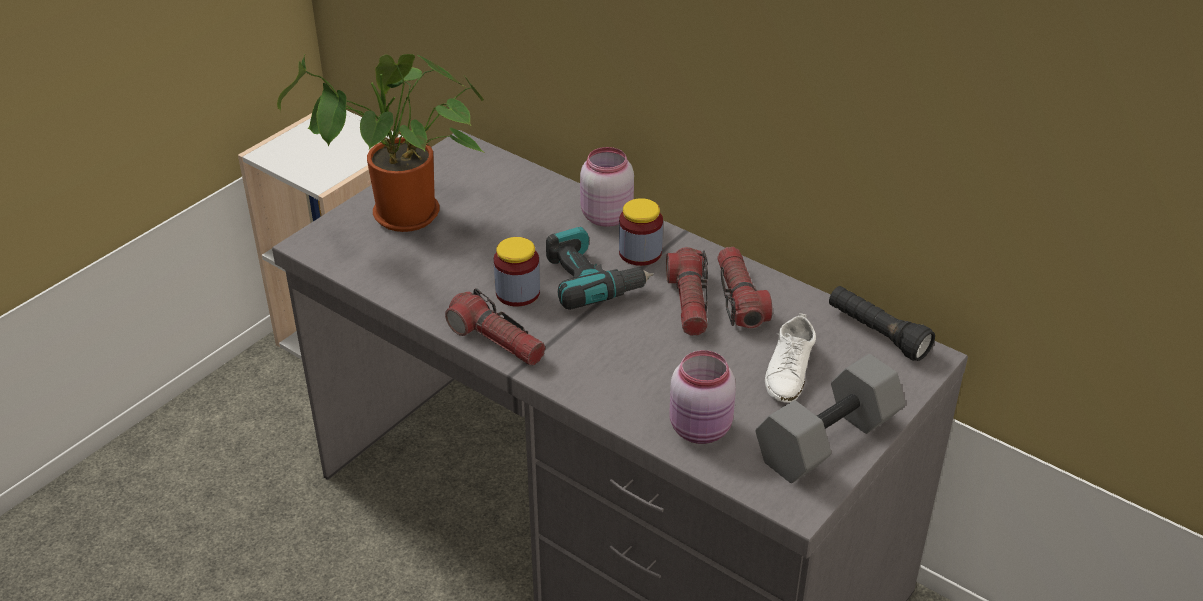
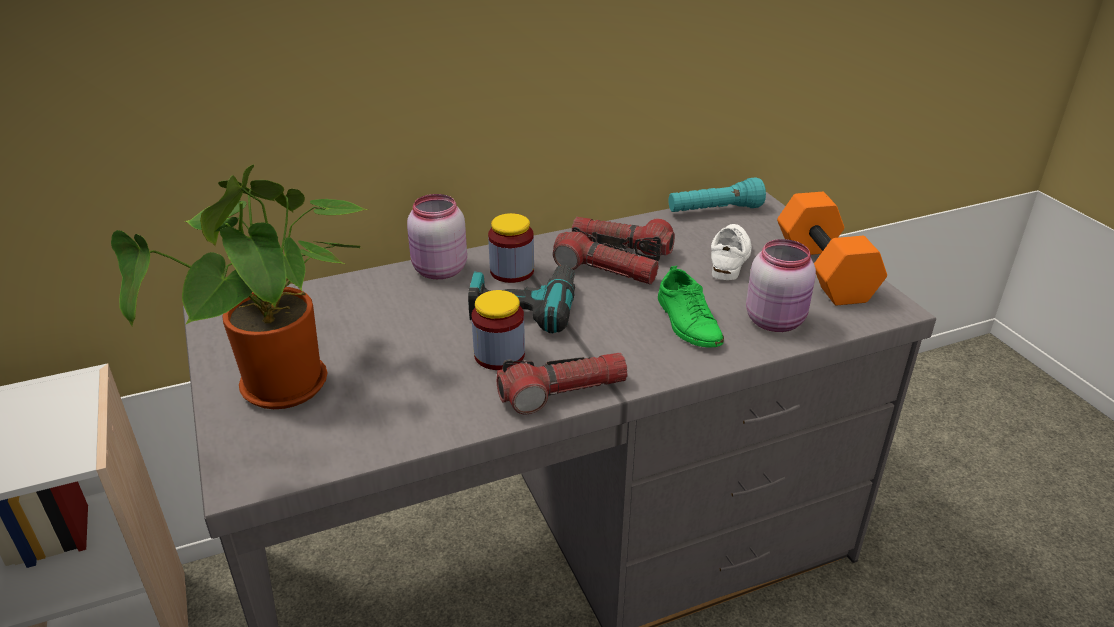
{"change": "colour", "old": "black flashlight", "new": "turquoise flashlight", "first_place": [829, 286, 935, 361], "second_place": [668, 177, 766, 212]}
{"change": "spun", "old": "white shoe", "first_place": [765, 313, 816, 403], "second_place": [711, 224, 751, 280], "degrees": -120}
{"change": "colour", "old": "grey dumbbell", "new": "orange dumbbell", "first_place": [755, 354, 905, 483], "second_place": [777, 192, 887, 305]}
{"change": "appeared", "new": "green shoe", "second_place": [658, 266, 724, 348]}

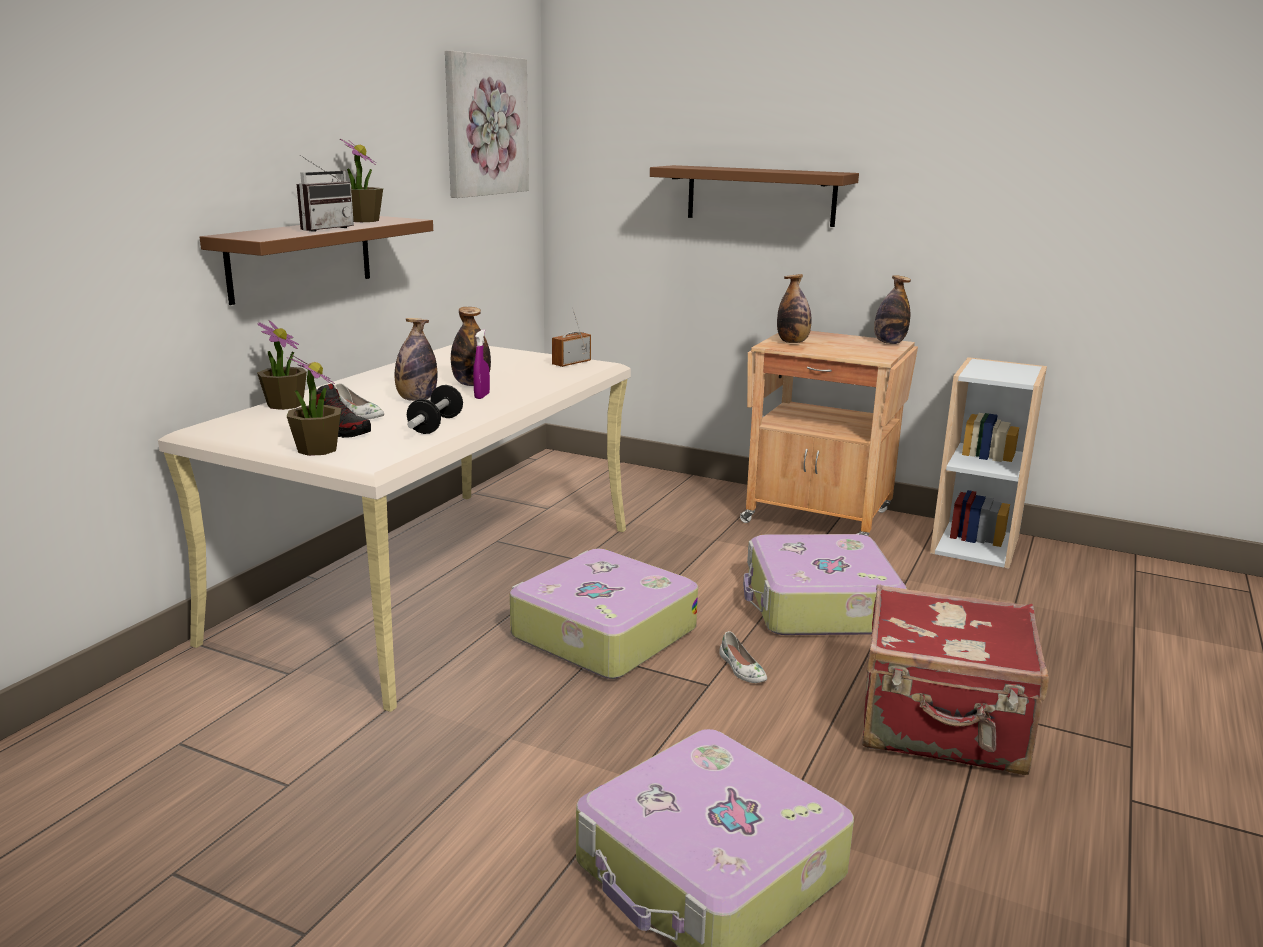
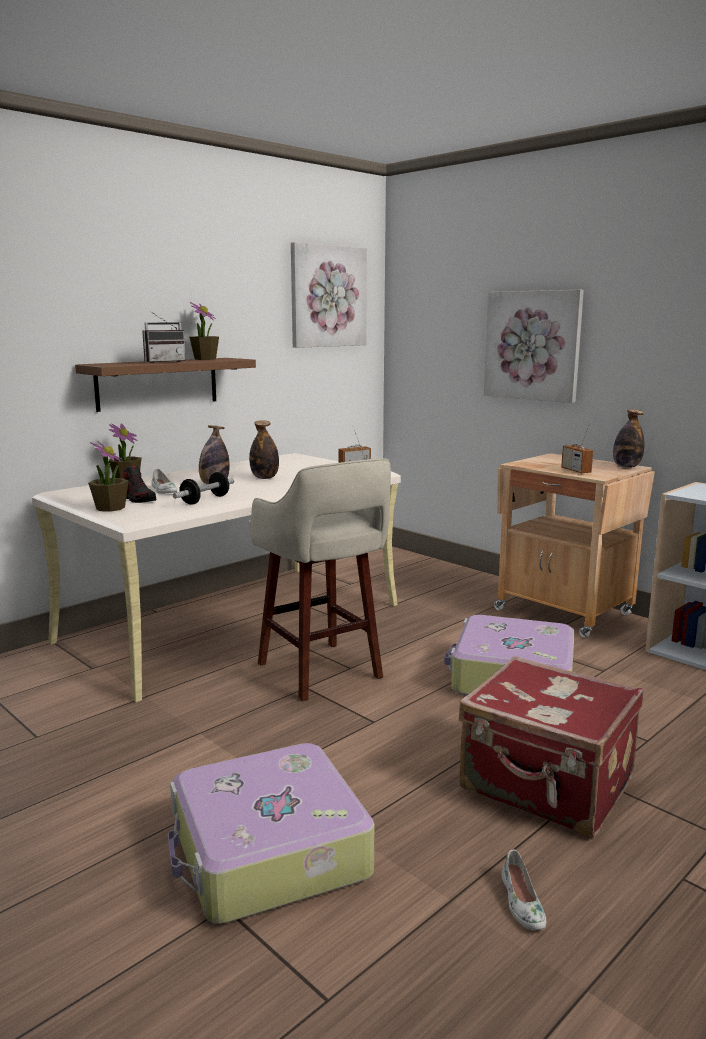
{"change": "exchanged", "old": "brown shelf", "new": "picture", "first_place": [650, 165, 859, 227], "second_place": [484, 290, 584, 403]}
{"change": "missing", "old": "bottle", "first_place": [777, 274, 812, 343]}
{"change": "missing", "old": "purple spray bottle", "first_place": [473, 330, 490, 399]}
{"change": "exchanged", "old": "suitcase", "new": "beige stool", "first_place": [510, 549, 698, 679], "second_place": [249, 458, 391, 701]}
{"change": "relocated", "old": "white shoe", "first_place": [719, 631, 767, 683], "second_place": [502, 850, 546, 930]}
{"change": "appeared", "new": "radio", "second_place": [561, 423, 593, 474]}

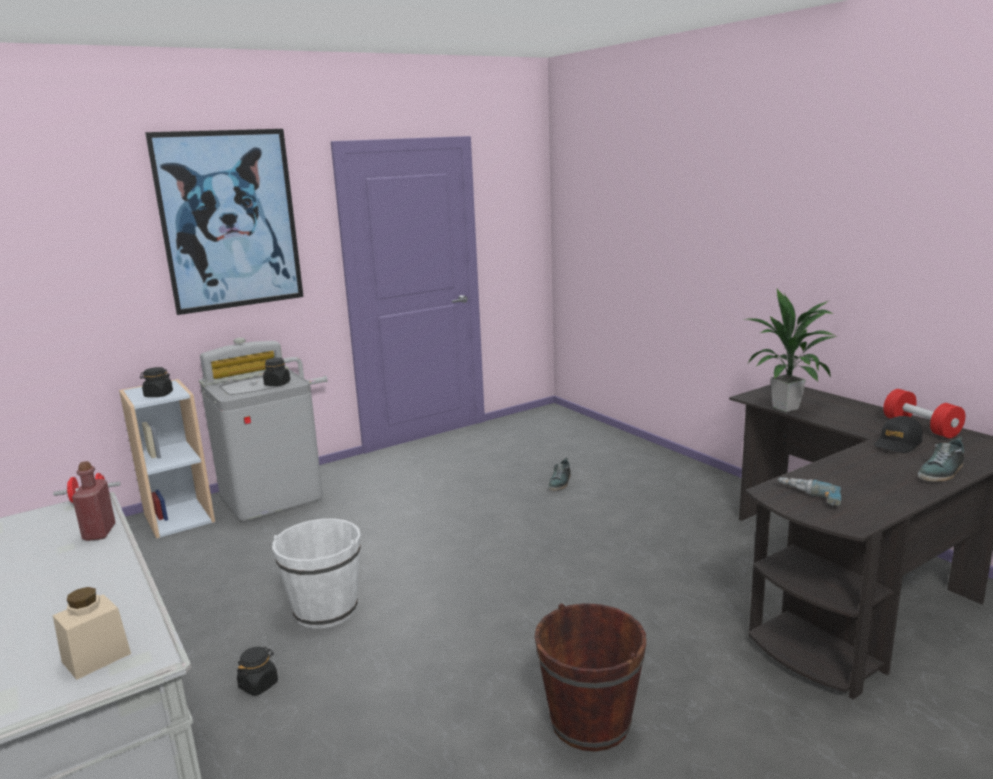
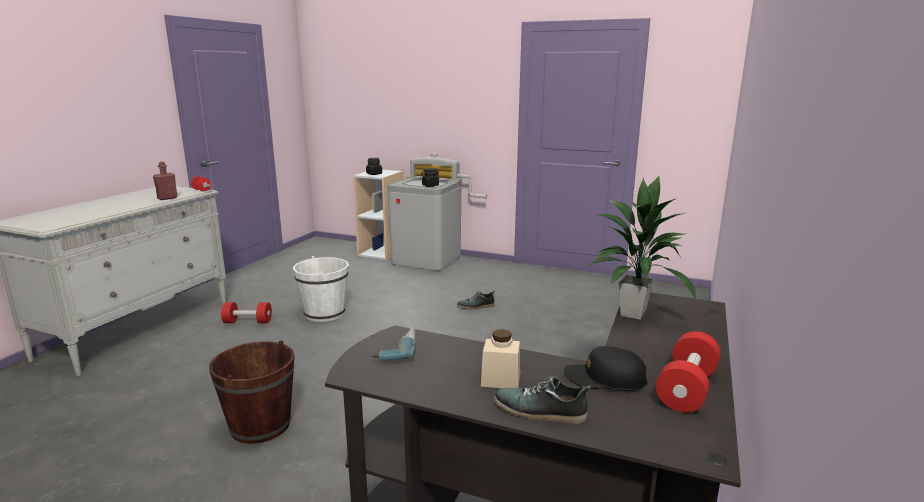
{"change": "missing", "old": "picture", "first_place": [145, 129, 304, 315]}
{"change": "relocated", "old": "shoe", "first_place": [548, 457, 571, 491], "second_place": [457, 291, 495, 310]}
{"change": "relocated", "old": "beige jar", "first_place": [53, 587, 131, 680], "second_place": [481, 329, 520, 388]}
{"change": "exchanged", "old": "black jar", "new": "red dumbbell", "first_place": [237, 647, 278, 696], "second_place": [221, 302, 272, 323]}

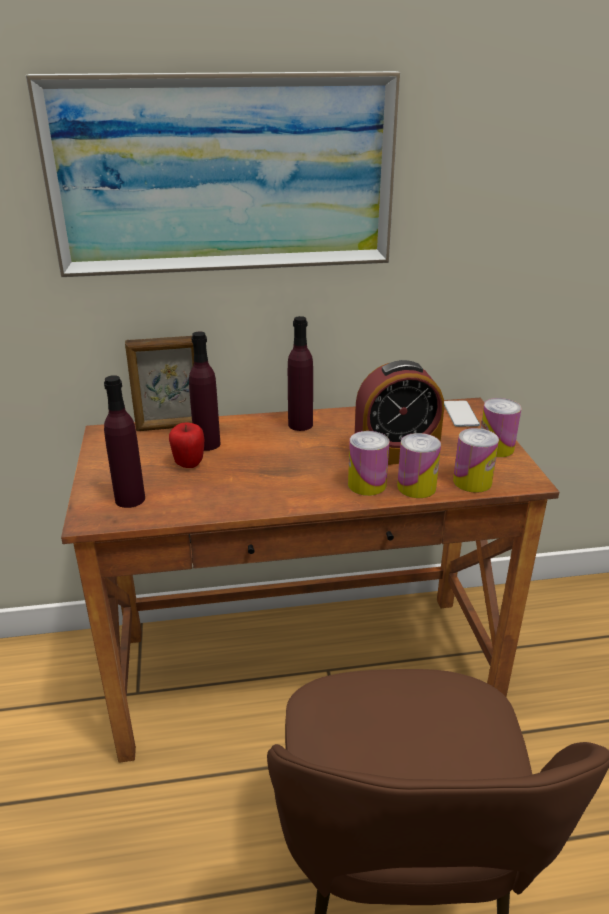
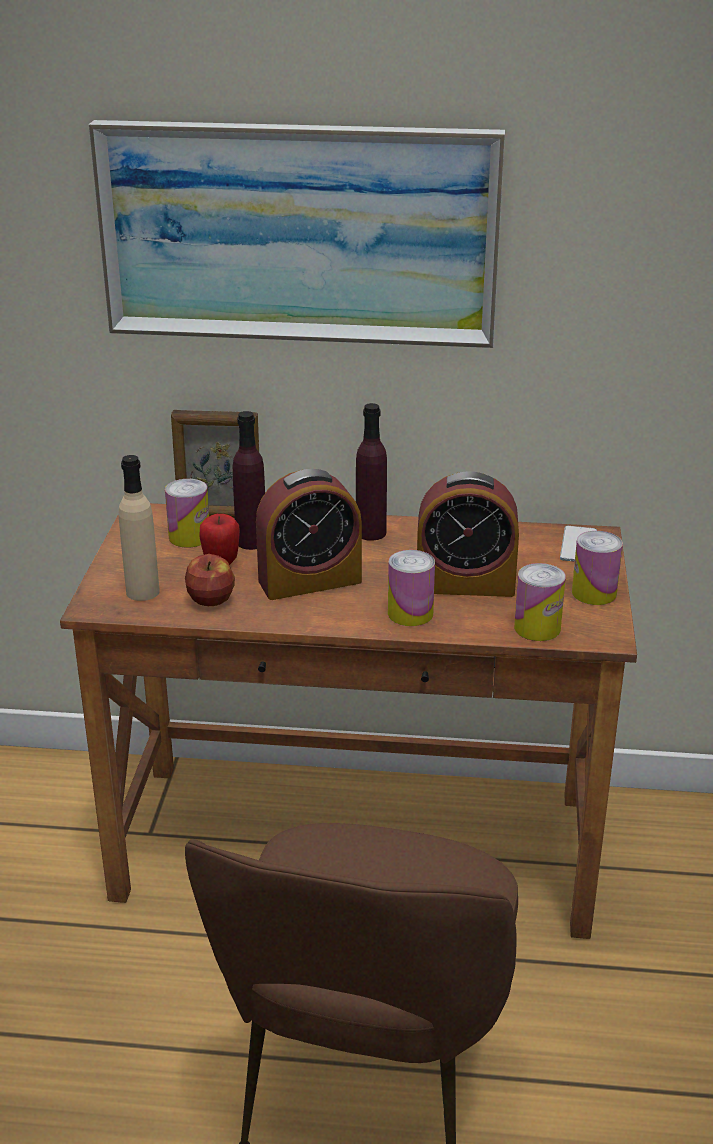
{"change": "colour", "old": "purple bottle", "new": "beige bottle", "first_place": [104, 375, 145, 508], "second_place": [119, 455, 160, 601]}
{"change": "relocated", "old": "can", "first_place": [397, 433, 441, 498], "second_place": [165, 479, 209, 548]}
{"change": "appeared", "new": "alarm clock", "second_place": [256, 469, 362, 600]}
{"change": "appeared", "new": "apple", "second_place": [185, 554, 235, 606]}

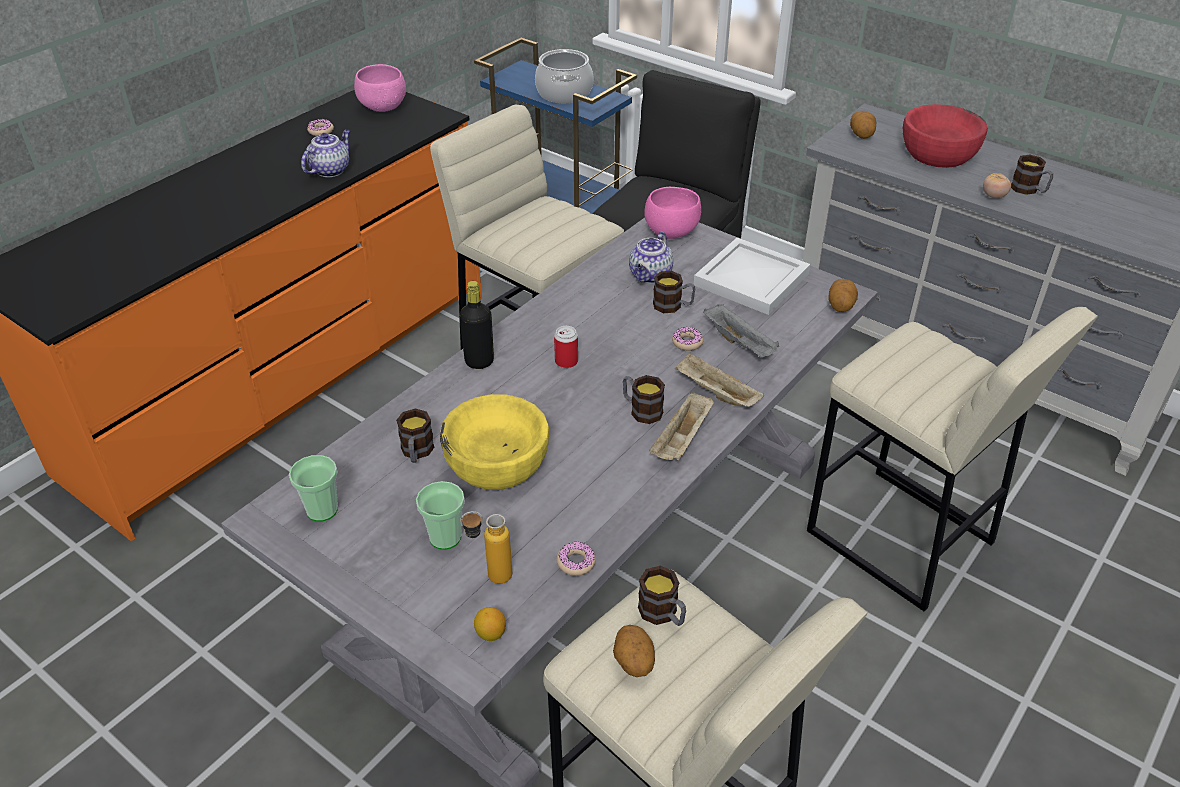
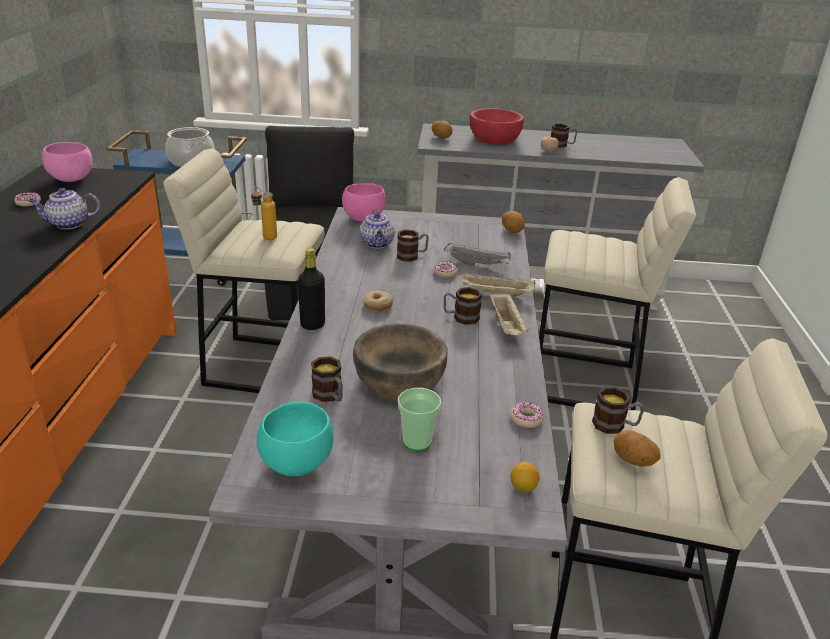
{"change": "spun", "old": "teapot", "first_place": [301, 130, 350, 177], "second_place": [28, 188, 100, 229], "degrees": -105}
{"change": "missing", "old": "white tray", "first_place": [694, 238, 810, 315]}
{"change": "exchanged", "old": "can", "new": "donut", "first_place": [554, 326, 578, 368], "second_place": [363, 291, 393, 313]}
{"change": "colour", "old": "yellow bowl", "new": "brown bowl", "first_place": [440, 394, 549, 490], "second_place": [353, 323, 448, 401]}
{"change": "exchanged", "old": "cup", "new": "turquoise bowl", "first_place": [289, 455, 338, 522], "second_place": [257, 402, 334, 476]}
{"change": "relocated", "old": "bottle", "first_place": [460, 511, 512, 584], "second_place": [251, 187, 277, 240]}

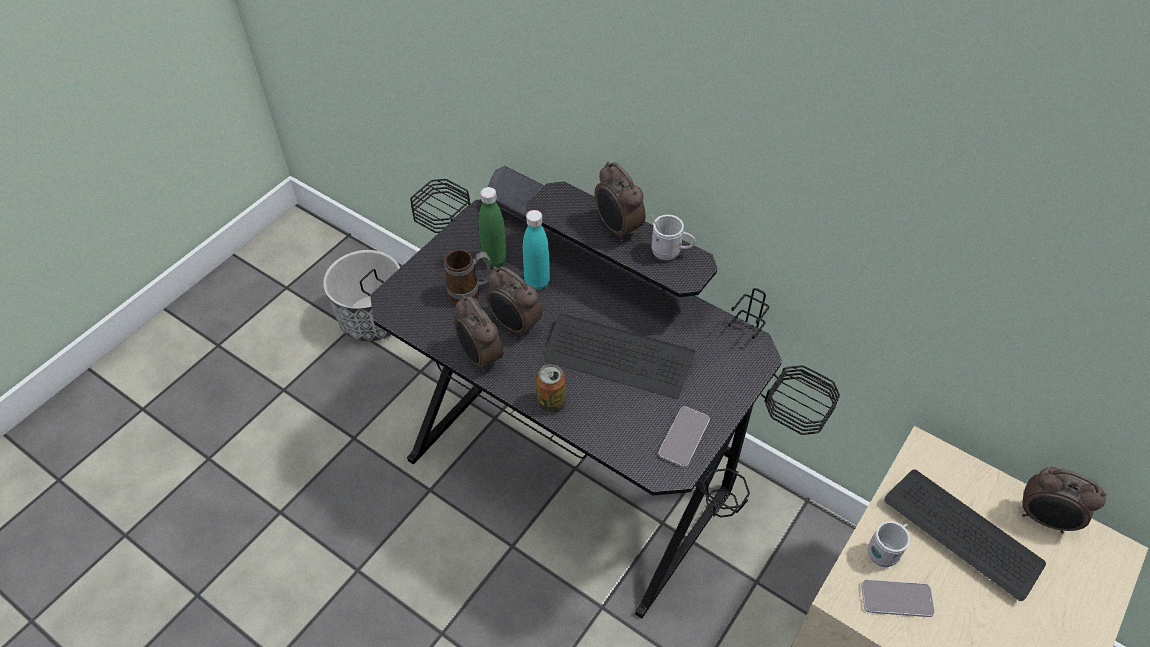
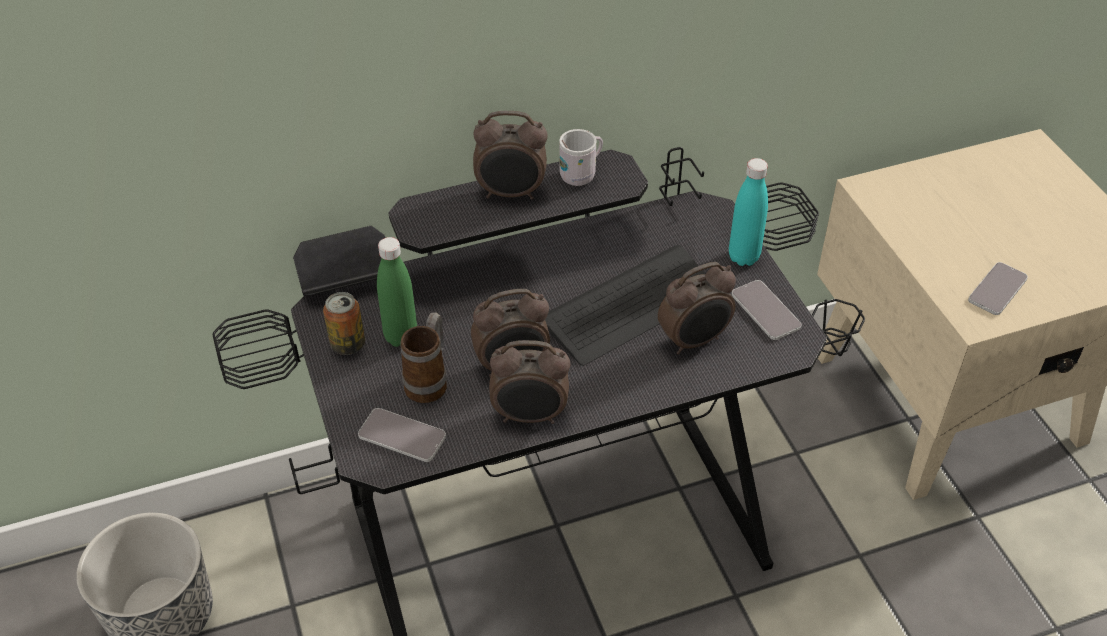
{"change": "relocated", "old": "turquoise bottle", "first_place": [523, 210, 550, 290], "second_place": [729, 158, 768, 266]}
{"change": "relocated", "old": "can", "first_place": [536, 364, 566, 413], "second_place": [323, 292, 365, 355]}
{"change": "relocated", "old": "alarm clock", "first_place": [1022, 467, 1106, 534], "second_place": [658, 262, 736, 355]}
{"change": "missing", "old": "keyboard", "first_place": [884, 469, 1046, 601]}
{"change": "missing", "old": "white mug", "first_place": [868, 521, 910, 567]}
{"change": "appeared", "new": "phone", "second_place": [358, 408, 446, 462]}

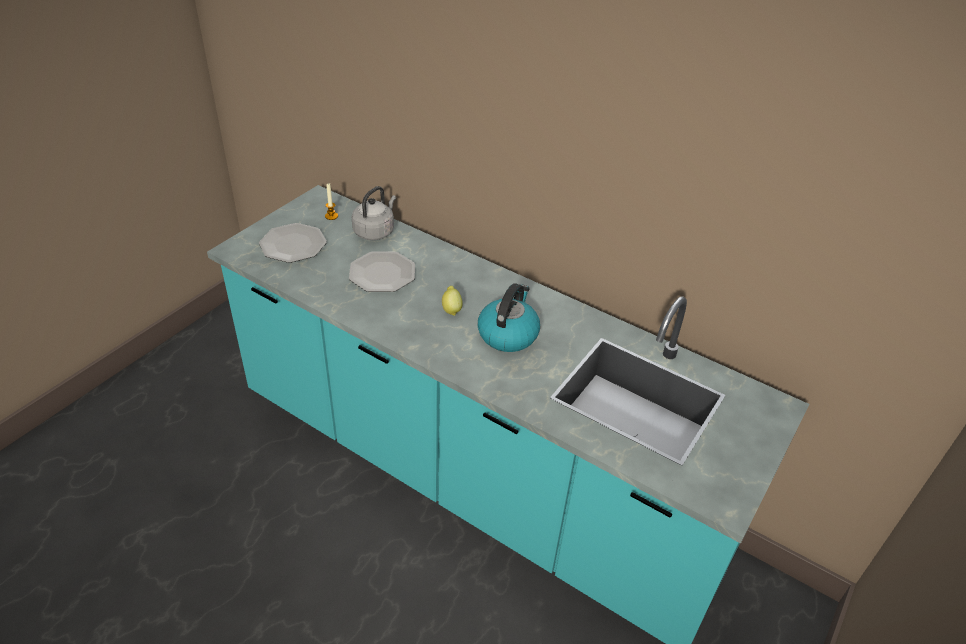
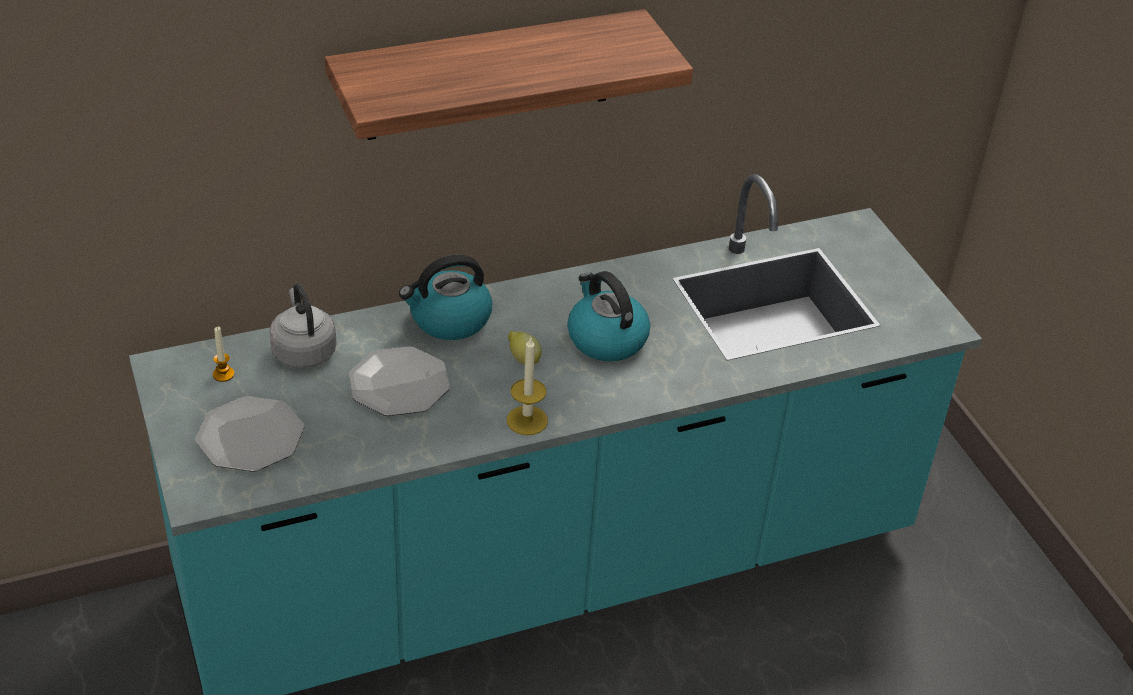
{"change": "appeared", "new": "shelf", "second_place": [325, 9, 693, 140]}
{"change": "appeared", "new": "kettle", "second_place": [399, 255, 492, 340]}
{"change": "appeared", "new": "candle", "second_place": [507, 338, 548, 435]}

